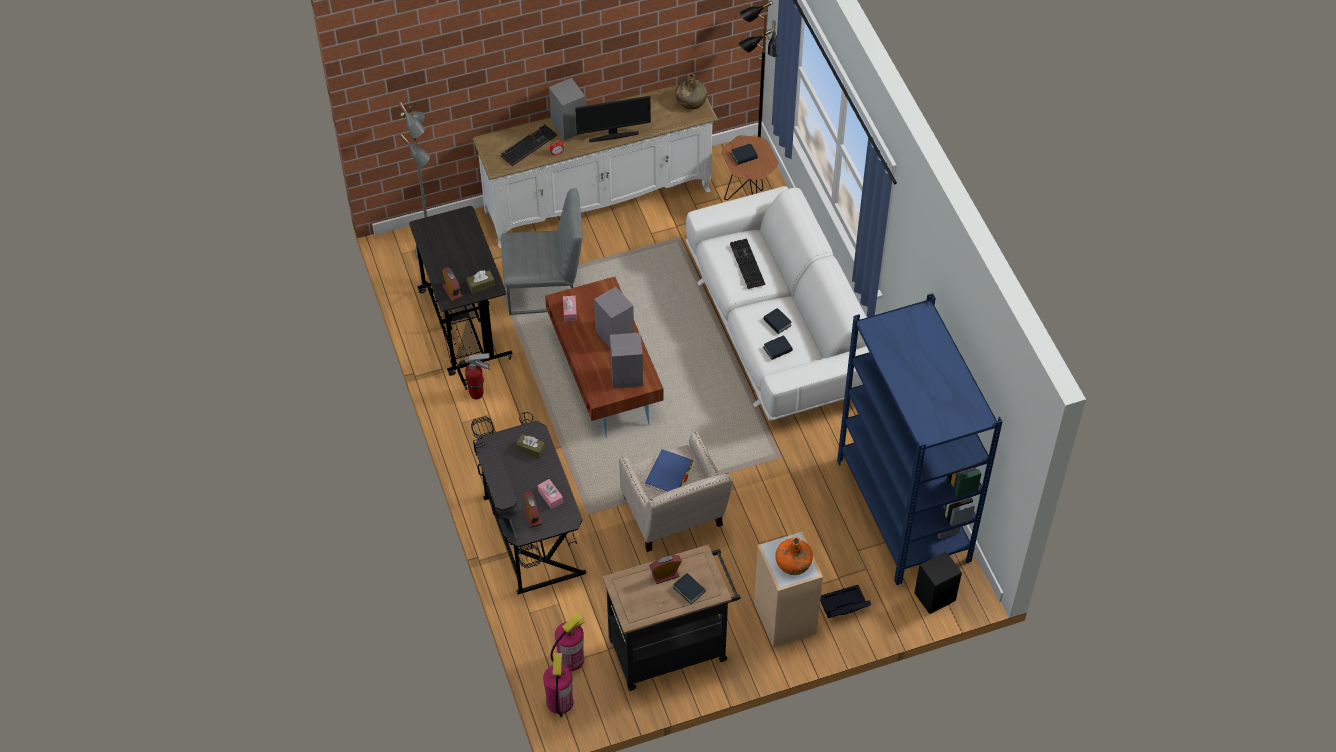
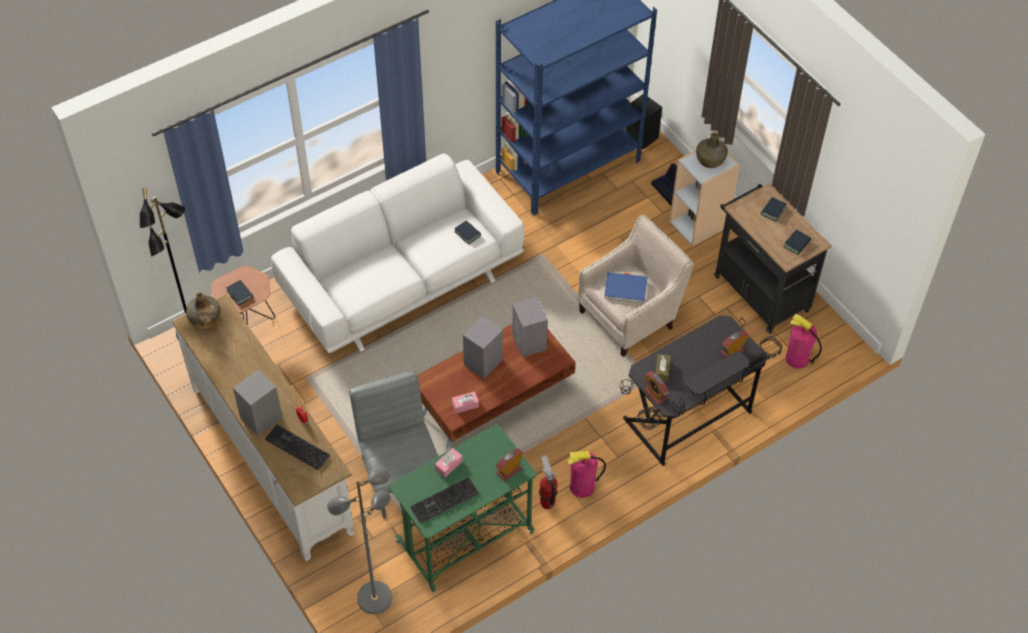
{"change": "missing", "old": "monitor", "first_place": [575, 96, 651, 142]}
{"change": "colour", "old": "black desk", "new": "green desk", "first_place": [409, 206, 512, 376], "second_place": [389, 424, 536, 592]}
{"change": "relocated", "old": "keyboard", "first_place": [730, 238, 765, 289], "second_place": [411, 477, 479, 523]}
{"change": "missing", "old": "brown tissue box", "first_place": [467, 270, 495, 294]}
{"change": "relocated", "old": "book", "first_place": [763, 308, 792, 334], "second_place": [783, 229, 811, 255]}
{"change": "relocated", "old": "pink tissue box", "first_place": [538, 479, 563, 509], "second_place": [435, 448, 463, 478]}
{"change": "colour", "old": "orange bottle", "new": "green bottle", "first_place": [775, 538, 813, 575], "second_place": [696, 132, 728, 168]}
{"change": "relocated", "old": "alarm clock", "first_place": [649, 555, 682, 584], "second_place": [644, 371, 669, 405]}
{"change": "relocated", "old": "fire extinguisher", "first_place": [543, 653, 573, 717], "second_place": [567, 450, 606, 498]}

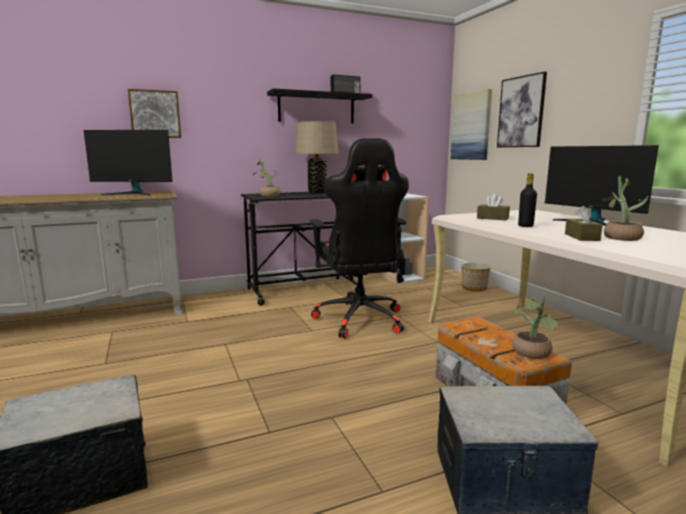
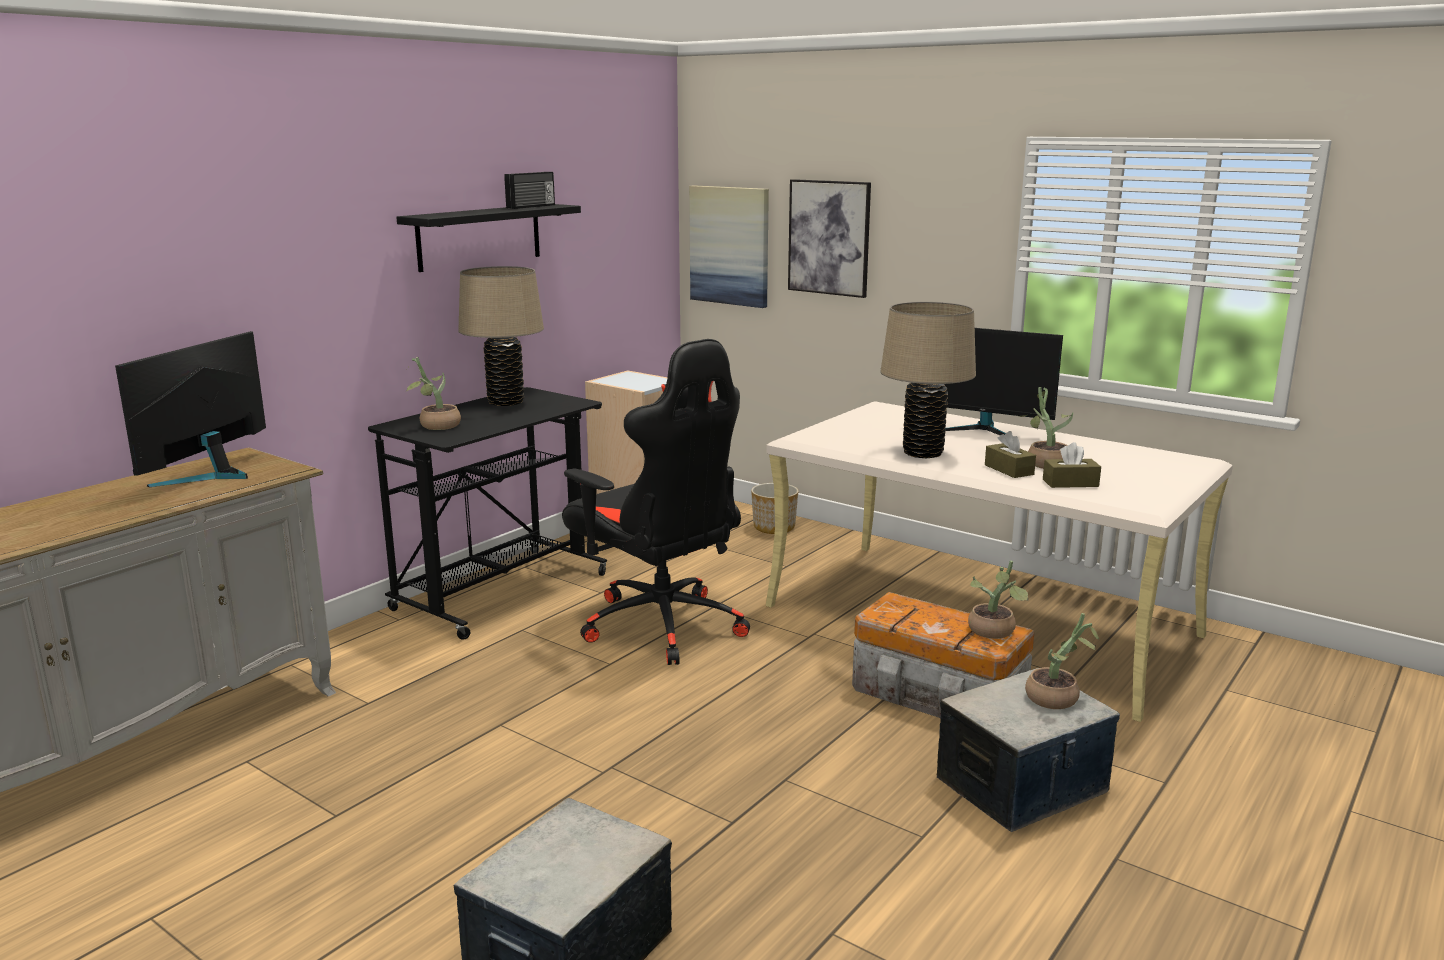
{"change": "missing", "old": "picture", "first_place": [128, 89, 181, 138]}
{"change": "spun", "old": "monitor", "first_place": [84, 130, 173, 196], "second_place": [115, 331, 266, 487], "degrees": 135}
{"change": "exchanged", "old": "black bottle", "new": "beige table lamp", "first_place": [518, 173, 537, 227], "second_place": [880, 302, 976, 458]}
{"change": "relocated", "old": "brown tissue box", "first_place": [477, 194, 510, 220], "second_place": [1043, 442, 1101, 488]}
{"change": "appeared", "new": "potted plant", "second_place": [1025, 613, 1099, 709]}

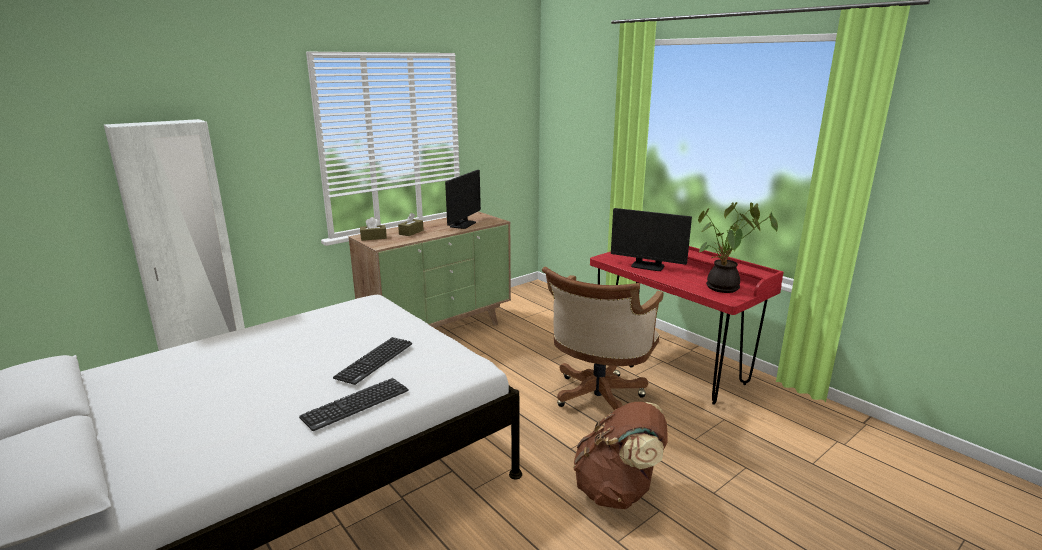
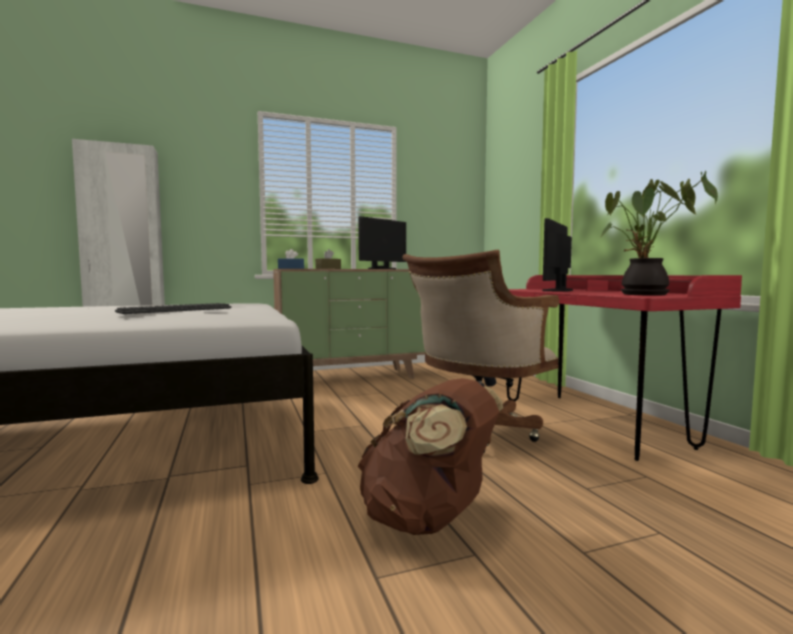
{"change": "spun", "old": "monitor", "first_place": [611, 208, 692, 271], "second_place": [542, 218, 573, 292], "degrees": 75}
{"change": "colour", "old": "brown tissue box", "new": "blue tissue box", "first_place": [360, 217, 387, 241], "second_place": [278, 249, 304, 269]}
{"change": "missing", "old": "keyboard", "first_place": [299, 378, 409, 431]}

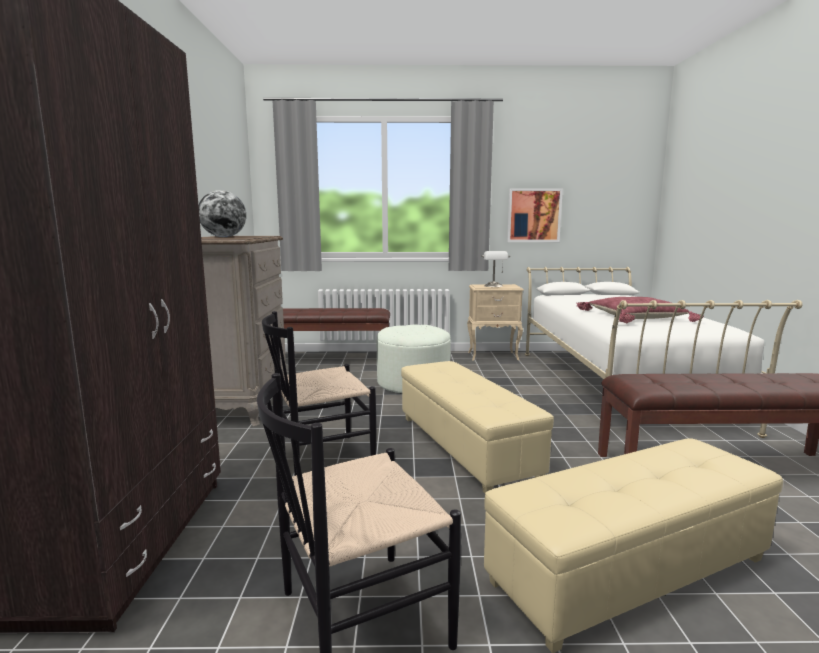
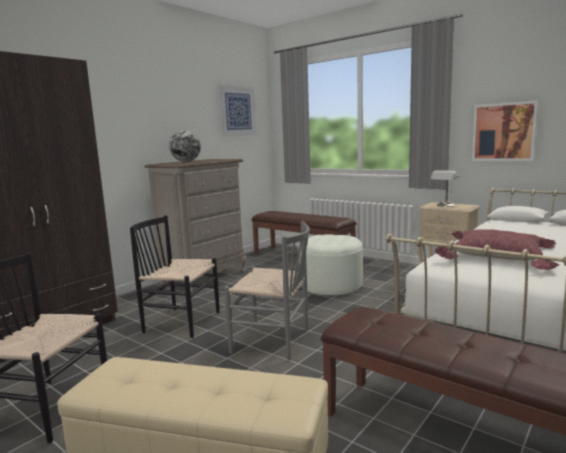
{"change": "exchanged", "old": "beige ottoman", "new": "grey chair", "first_place": [401, 361, 554, 493], "second_place": [224, 221, 310, 360]}
{"change": "appeared", "new": "picture", "second_place": [218, 85, 256, 137]}

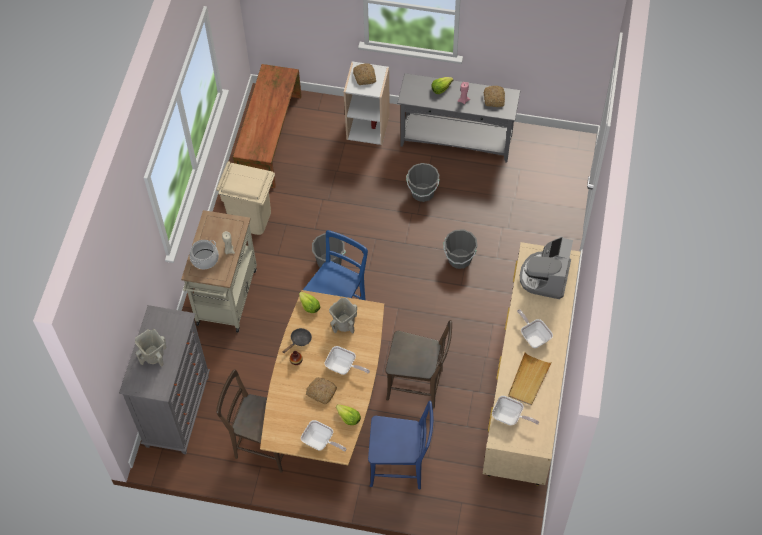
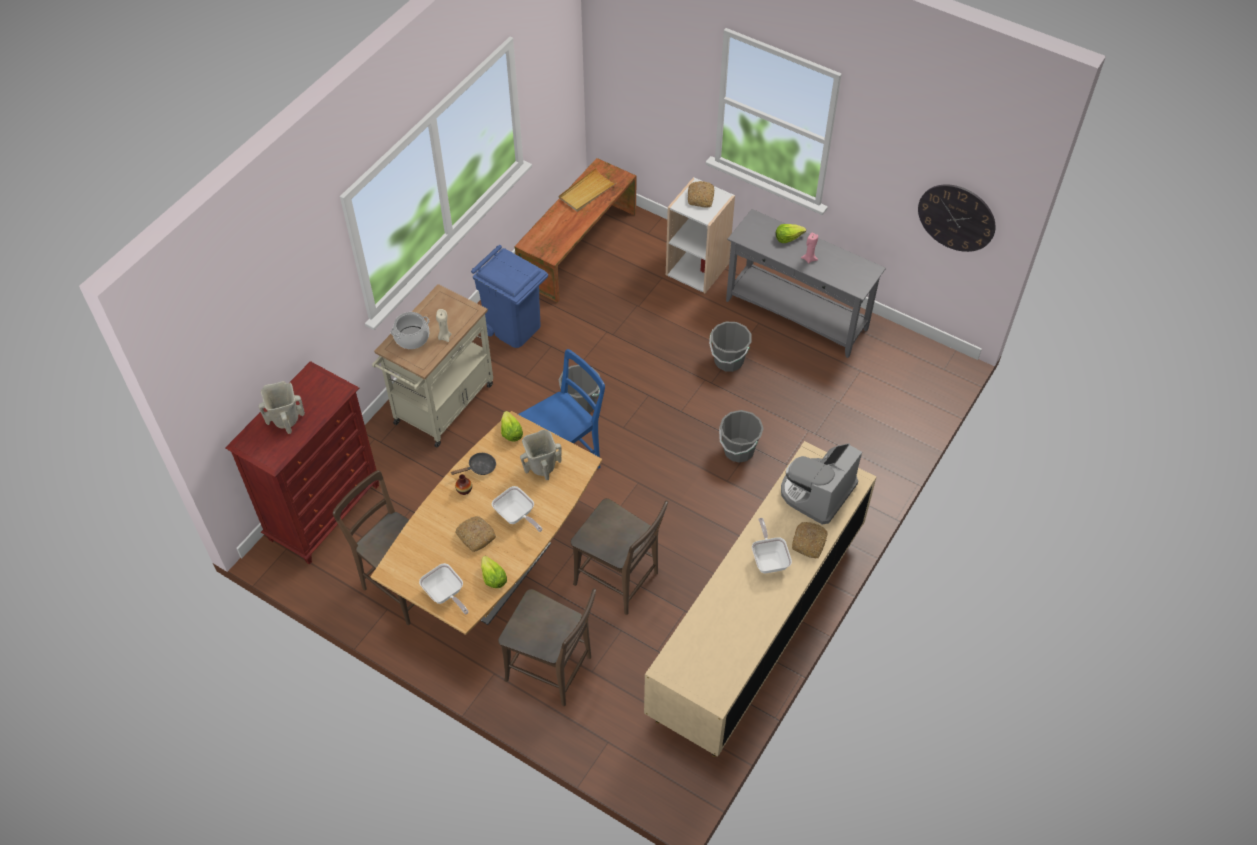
{"change": "relocated", "old": "bread", "first_place": [484, 86, 505, 107], "second_place": [792, 522, 828, 558]}
{"change": "colour", "old": "beige trash can", "new": "blue trash can", "first_place": [216, 161, 275, 235], "second_place": [471, 245, 548, 348]}
{"change": "colour", "old": "grey dresser", "new": "red dresser", "first_place": [119, 305, 210, 454], "second_place": [225, 361, 379, 565]}
{"change": "relocated", "old": "beige tray", "first_place": [508, 352, 552, 406], "second_place": [559, 168, 617, 212]}
{"change": "missing", "old": "frying pan", "first_place": [492, 396, 539, 425]}
{"change": "colour", "old": "blue chair", "new": "brown chair", "first_place": [368, 401, 433, 489], "second_place": [498, 588, 596, 706]}
{"change": "appeared", "new": "wall clock", "second_place": [918, 184, 996, 252]}

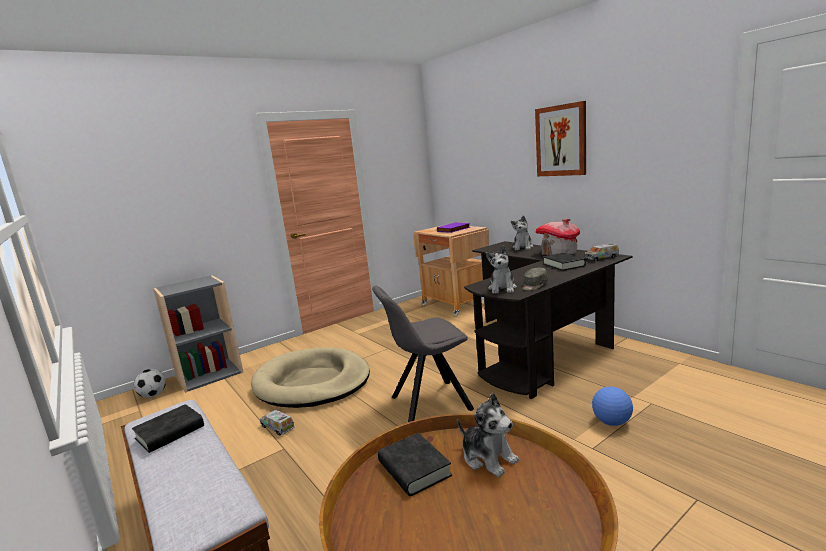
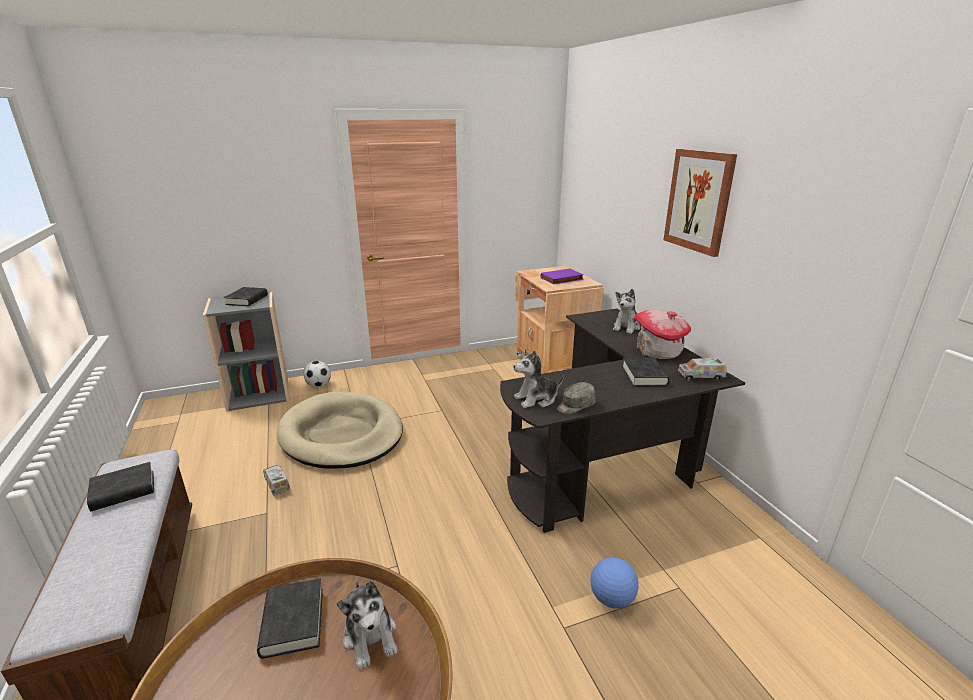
{"change": "spun", "old": "plush toy", "first_place": [486, 246, 517, 294], "second_place": [513, 349, 564, 408], "degrees": 45}
{"change": "missing", "old": "grey chair", "first_place": [372, 285, 474, 422]}
{"change": "relocated", "old": "football", "first_place": [134, 369, 166, 398], "second_place": [303, 361, 331, 387]}
{"change": "appeared", "new": "black book", "second_place": [224, 287, 268, 306]}

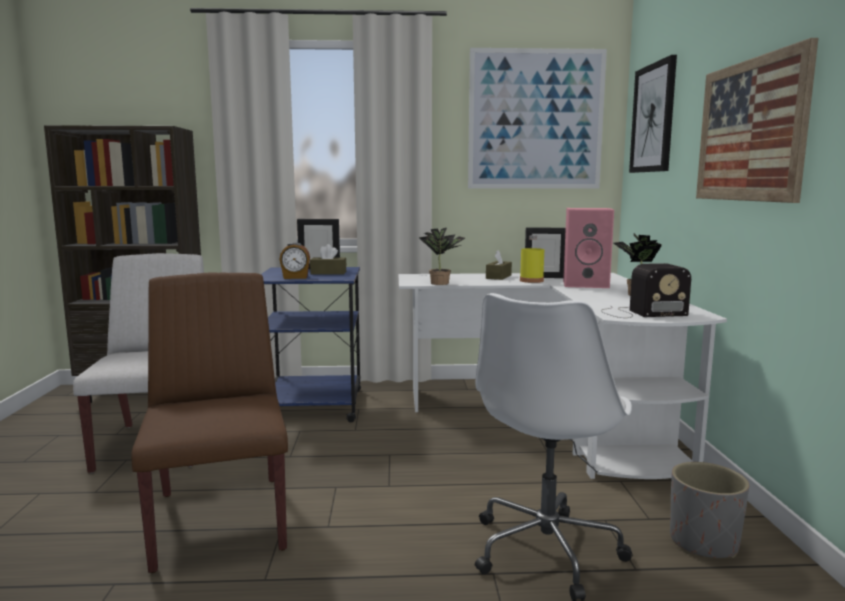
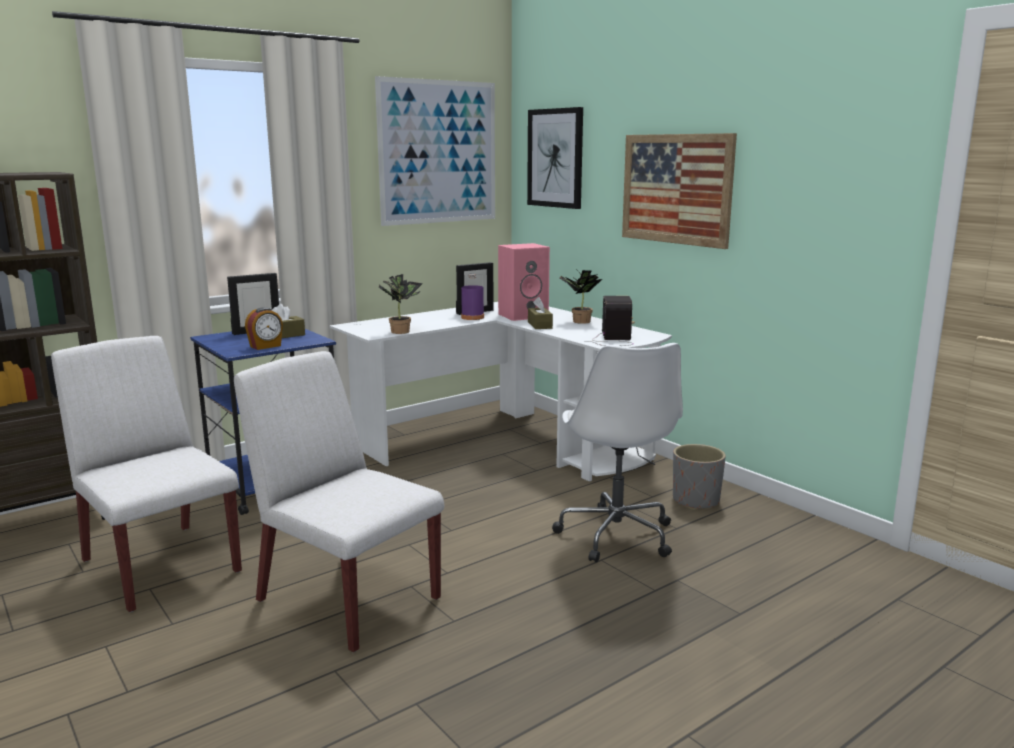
{"change": "colour", "old": "yellow bottle", "new": "purple bottle", "first_place": [520, 235, 544, 283], "second_place": [461, 273, 484, 320]}
{"change": "relocated", "old": "brown tissue box", "first_place": [486, 250, 512, 280], "second_place": [528, 297, 553, 329]}
{"change": "spun", "old": "radio", "first_place": [601, 263, 691, 318], "second_place": [584, 296, 635, 346], "degrees": -45}
{"change": "colour", "old": "brown chair", "new": "white chair", "first_place": [131, 273, 288, 573], "second_place": [234, 351, 444, 653]}

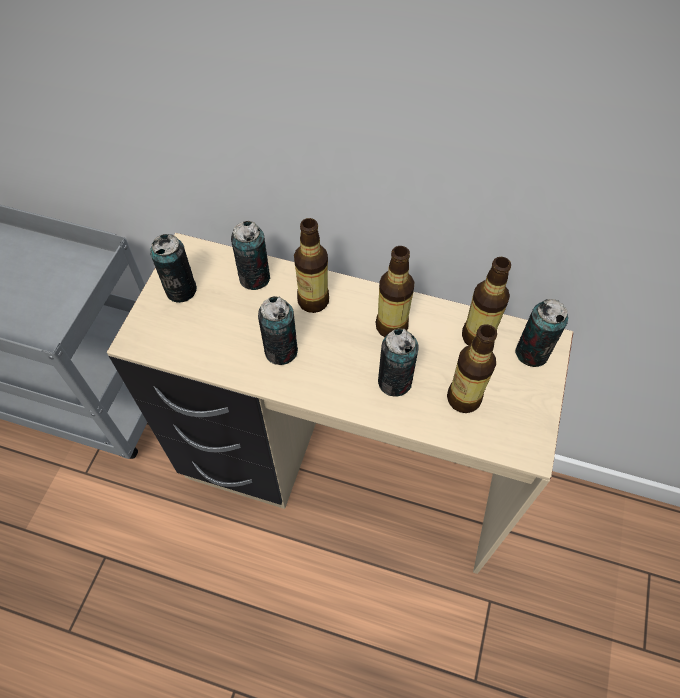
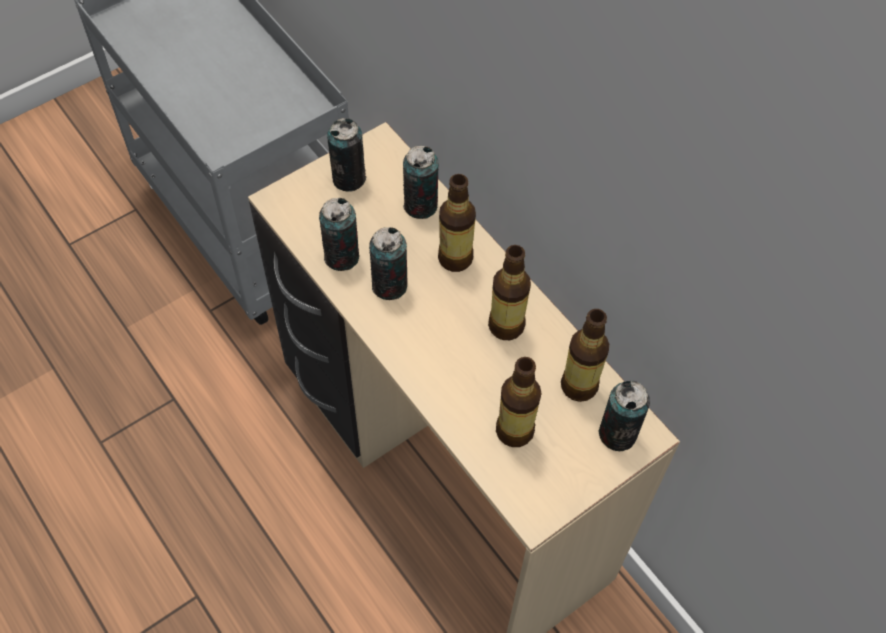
{"change": "relocated", "old": "can", "first_place": [378, 328, 419, 397], "second_place": [319, 198, 359, 271]}

